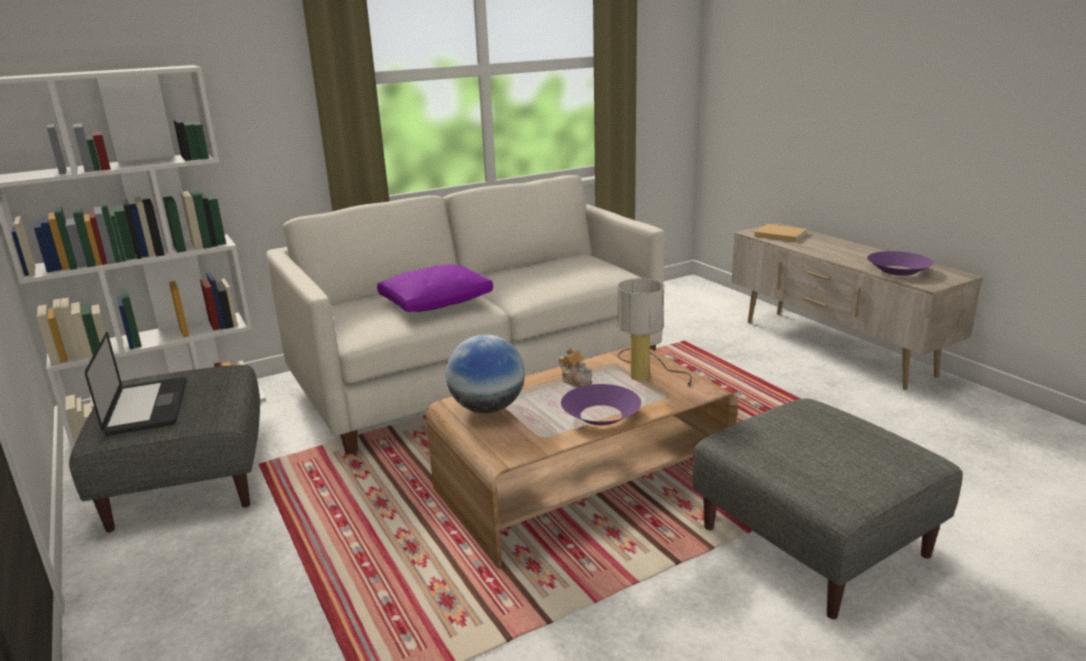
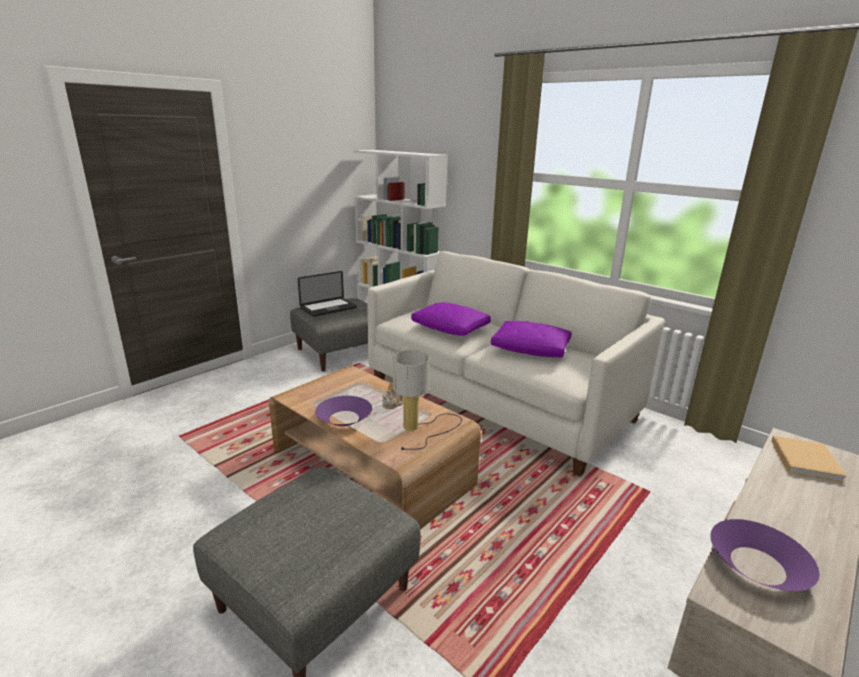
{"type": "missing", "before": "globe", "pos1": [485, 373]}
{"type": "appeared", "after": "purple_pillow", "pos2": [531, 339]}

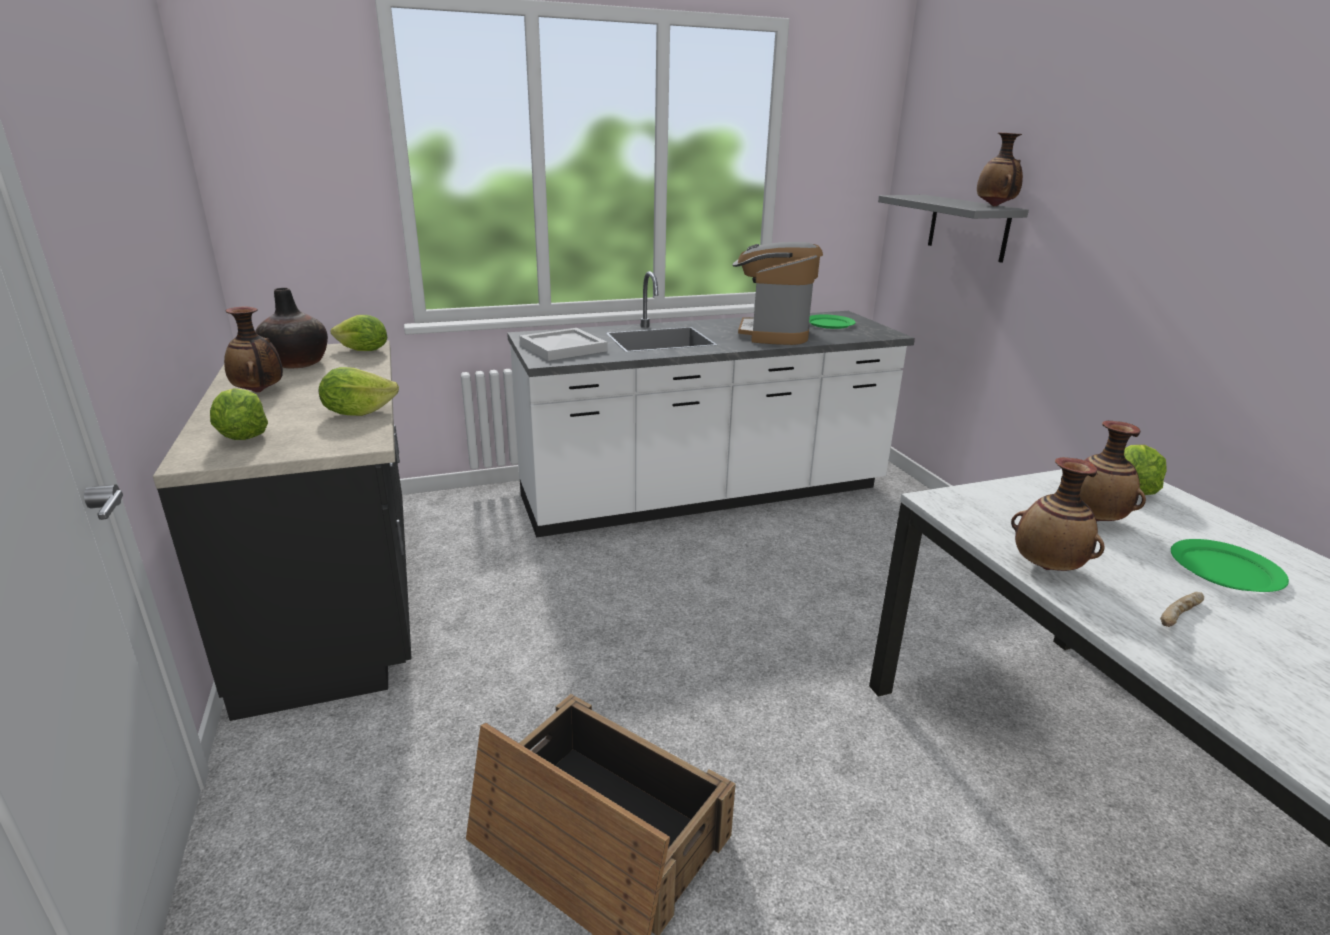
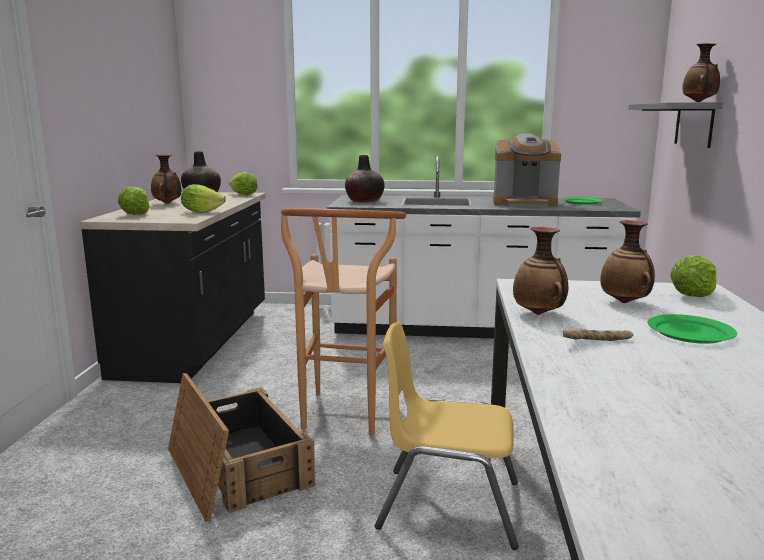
{"type": "exchanged", "before": "white_tray", "after": "vase", "pos1": [563, 344], "pos2": [364, 178]}
{"type": "spun", "before": "coffee_machine", "pos1": [778, 293], "pos2": [527, 170], "turn": -120}
{"type": "appeared", "after": "brown_stool", "pos2": [343, 322]}
{"type": "appeared", "after": "yellow_chair", "pos2": [447, 436]}

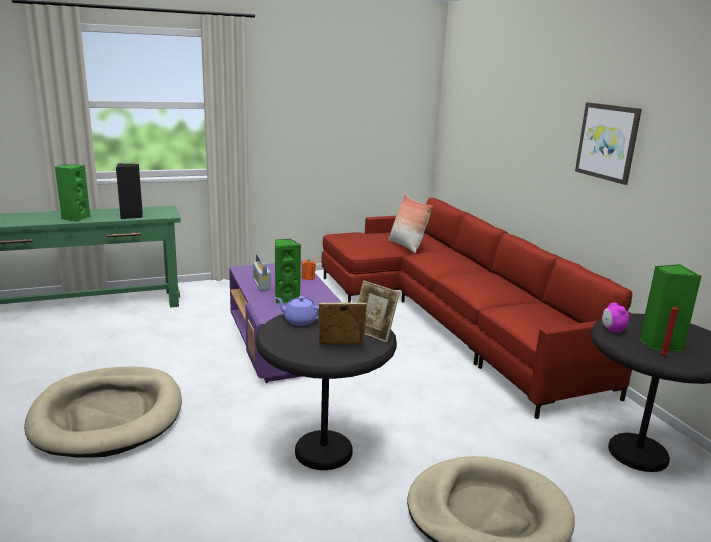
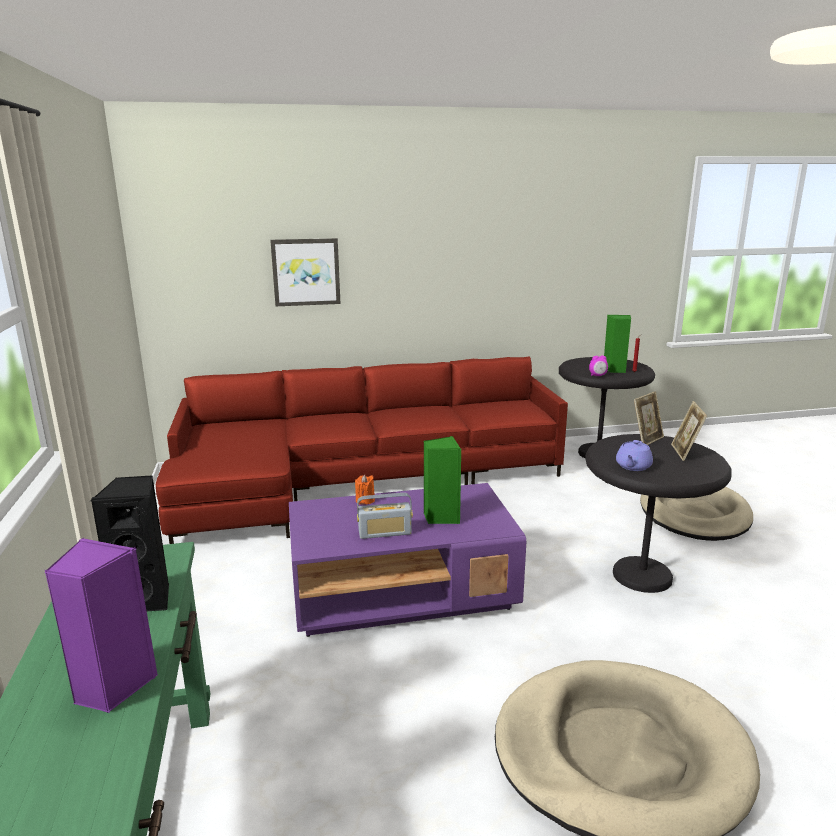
{"type": "colour", "before": "green_speaker", "after": "purple_speaker", "pos1": [72, 193], "pos2": [101, 625]}
{"type": "missing", "before": "pillow", "pos1": [410, 224]}
{"type": "relocated", "before": "picture", "pos1": [608, 143], "pos2": [305, 272]}

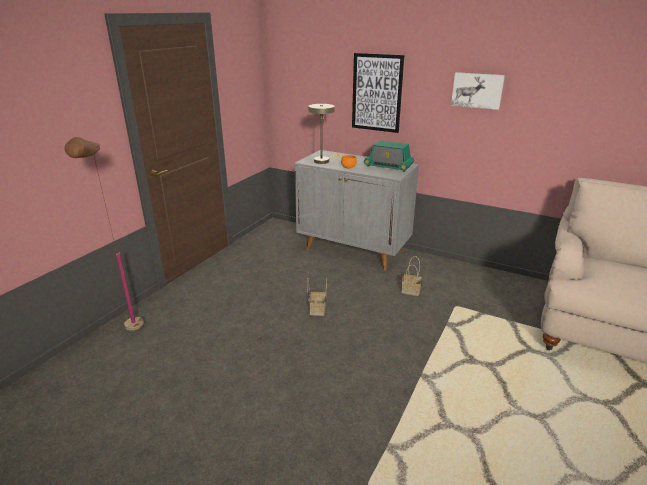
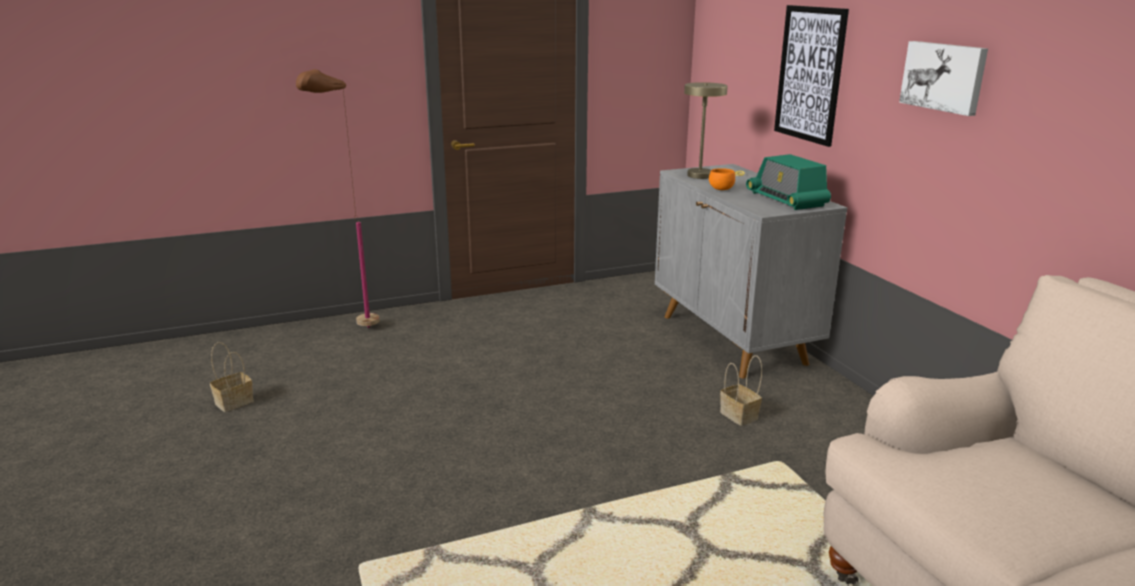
{"type": "relocated", "before": "basket", "pos1": [317, 296], "pos2": [232, 377]}

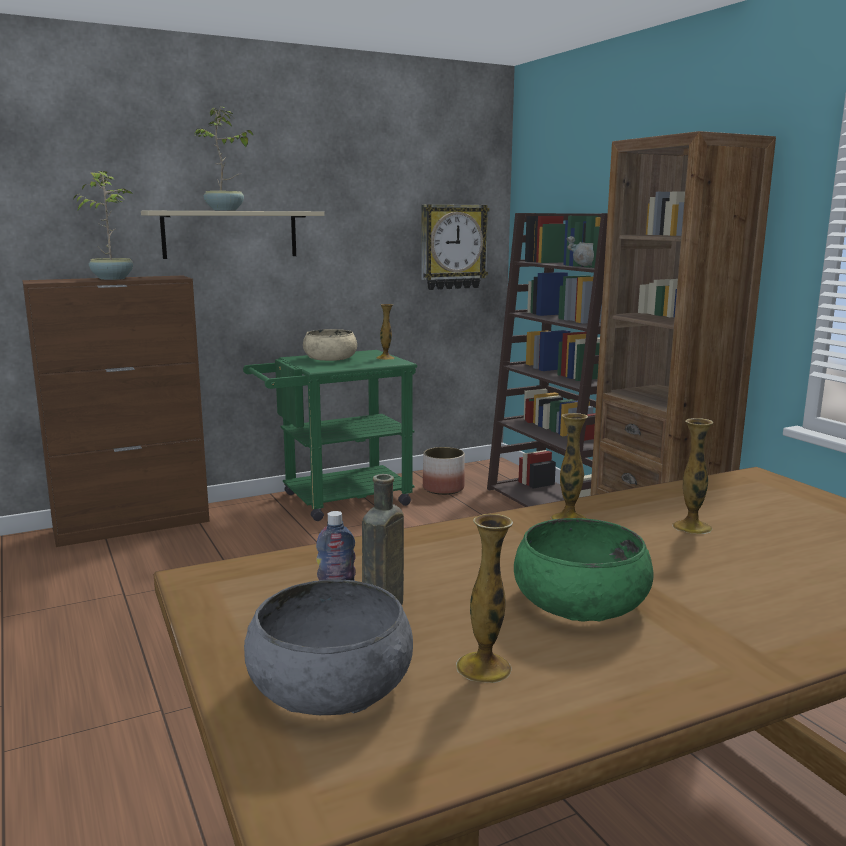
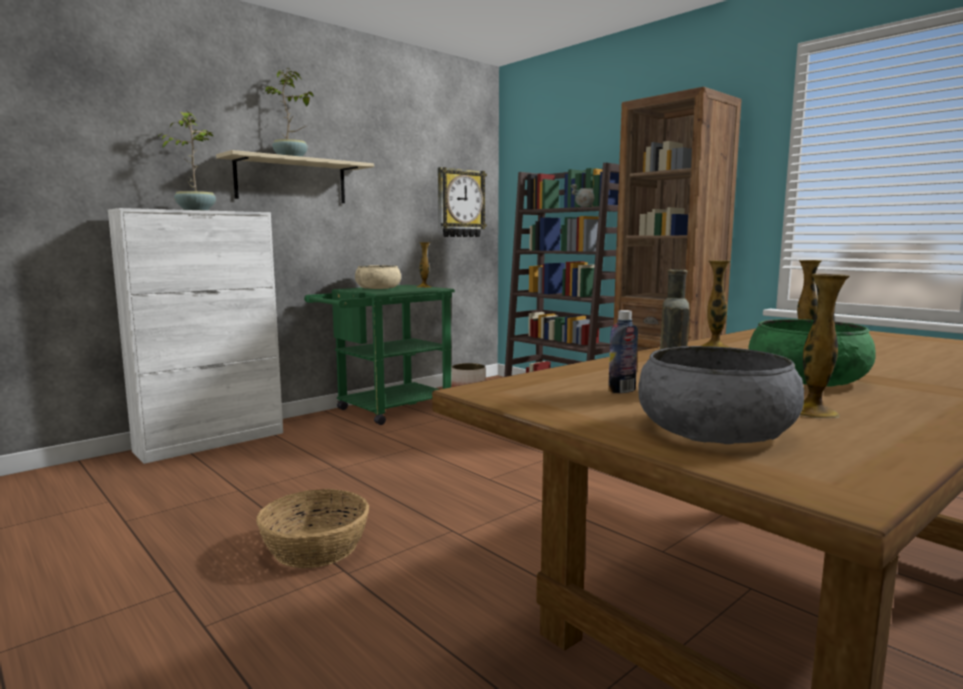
{"type": "colour", "before": "brown_cabinet", "after": "white_cabinet", "pos1": [116, 411], "pos2": [195, 336]}
{"type": "appeared", "after": "basket", "pos2": [312, 528]}

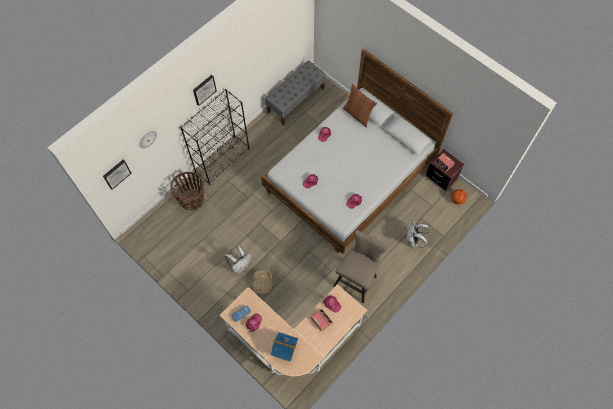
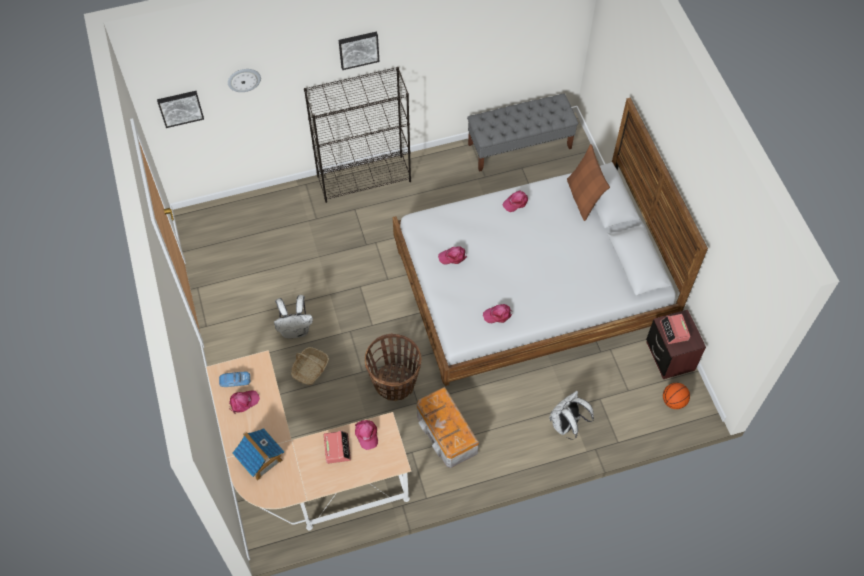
{"type": "relocated", "before": "basket", "pos1": [187, 191], "pos2": [393, 367]}
{"type": "exchanged", "before": "beige_stool", "after": "storage_box", "pos1": [361, 266], "pos2": [448, 427]}

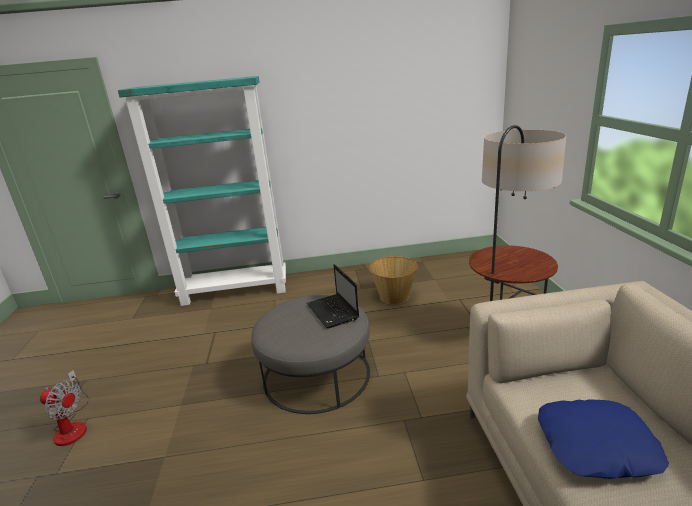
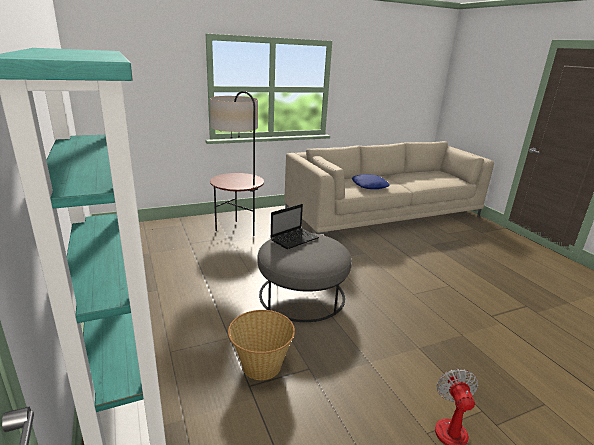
{"type": "relocated", "before": "basket", "pos1": [393, 280], "pos2": [261, 345]}

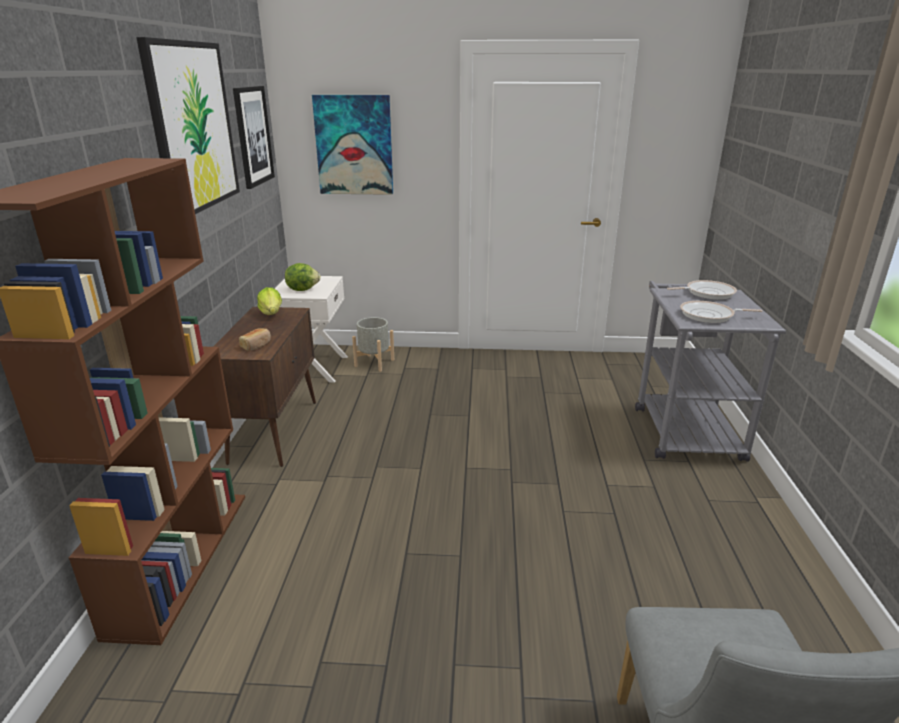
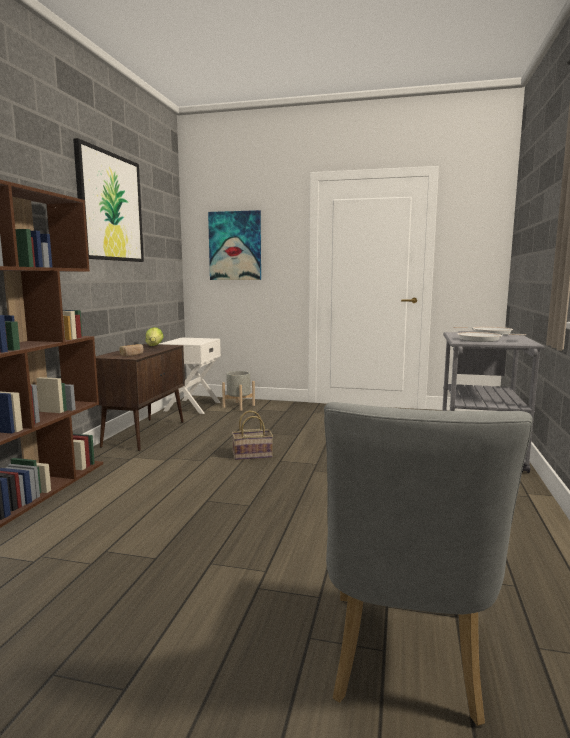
{"type": "missing", "before": "picture", "pos1": [254, 137]}
{"type": "missing", "before": "lettuce", "pos1": [303, 277]}
{"type": "appeared", "after": "basket", "pos2": [252, 435]}

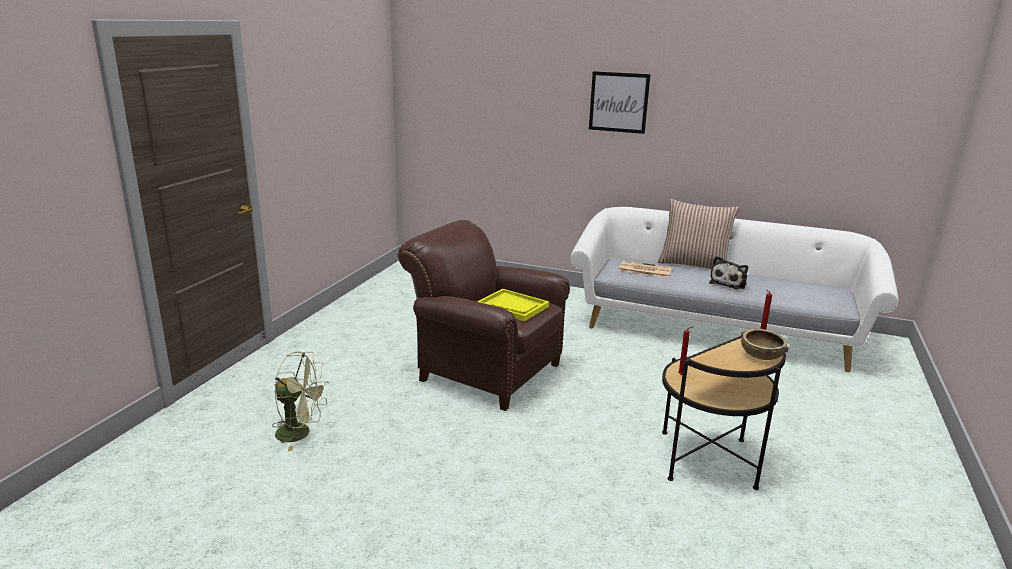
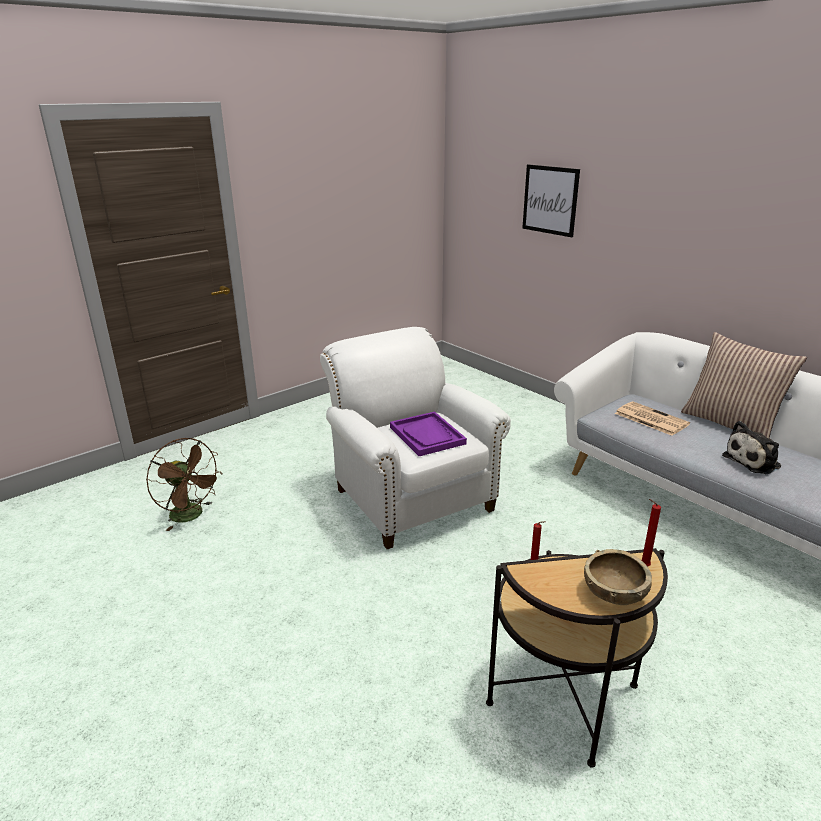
{"type": "colour", "before": "green_fan", "after": "brown_fan", "pos1": [300, 401], "pos2": [184, 484]}
{"type": "colour", "before": "brown_armchair", "after": "white_armchair", "pos1": [484, 315], "pos2": [415, 438]}
{"type": "colour", "before": "yellow_tray", "after": "purple_tray", "pos1": [513, 305], "pos2": [428, 434]}
{"type": "relocated", "before": "picture", "pos1": [620, 102], "pos2": [551, 200]}

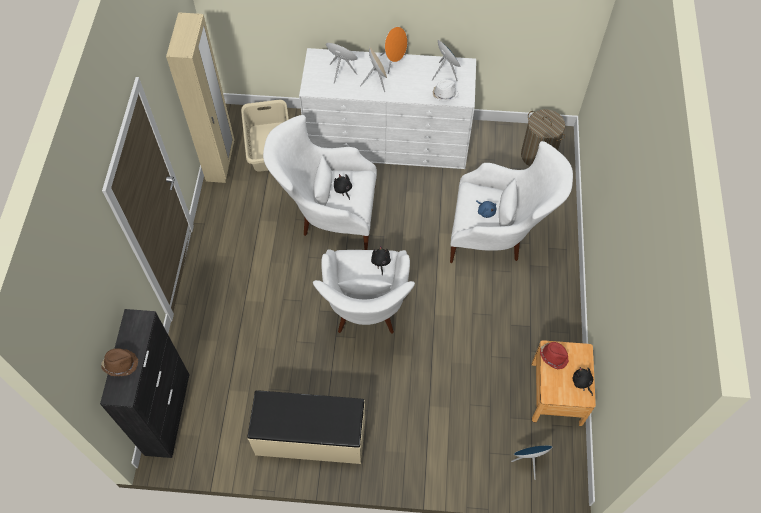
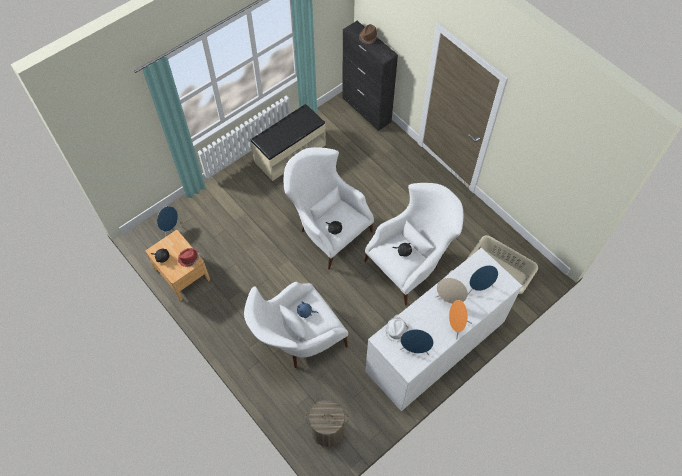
{"type": "missing", "before": "beige_wardrobe", "pos1": [200, 97]}

